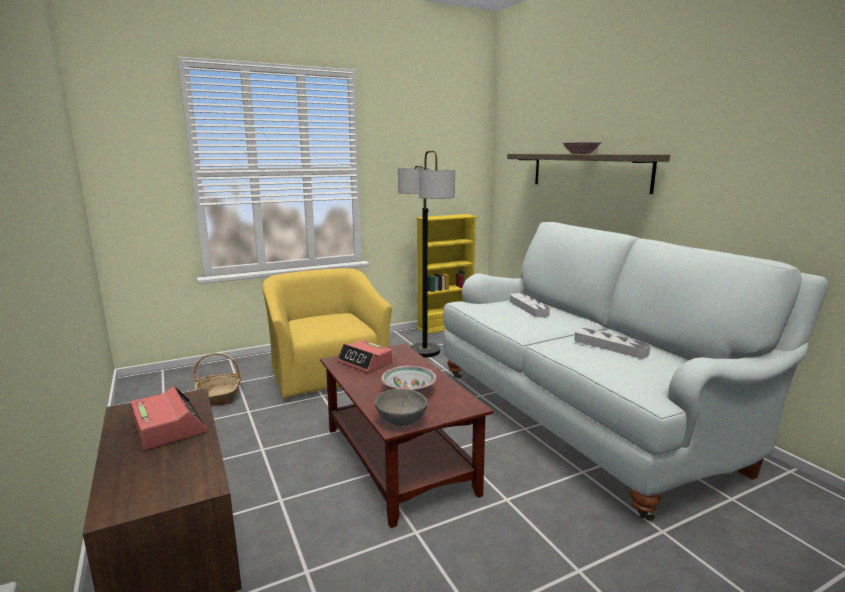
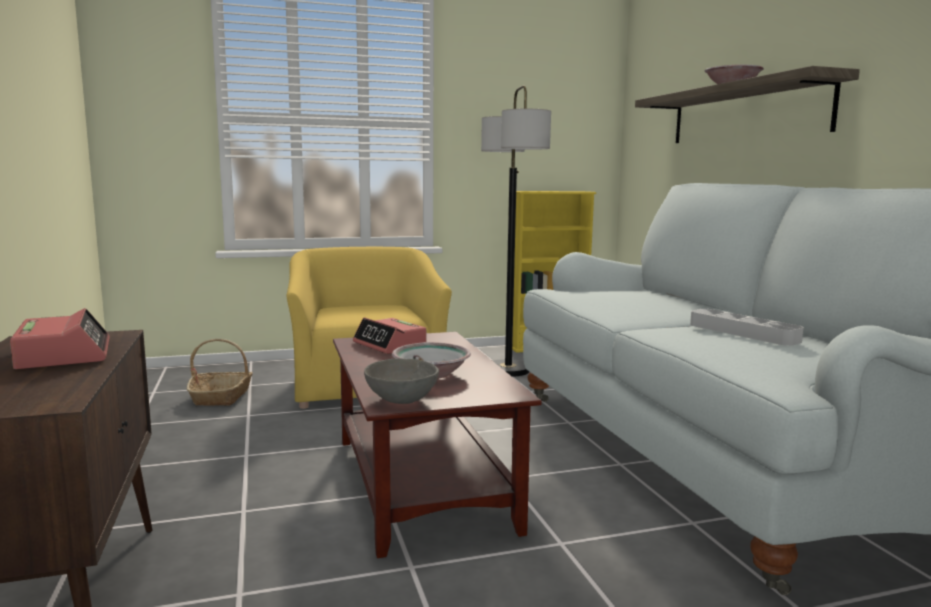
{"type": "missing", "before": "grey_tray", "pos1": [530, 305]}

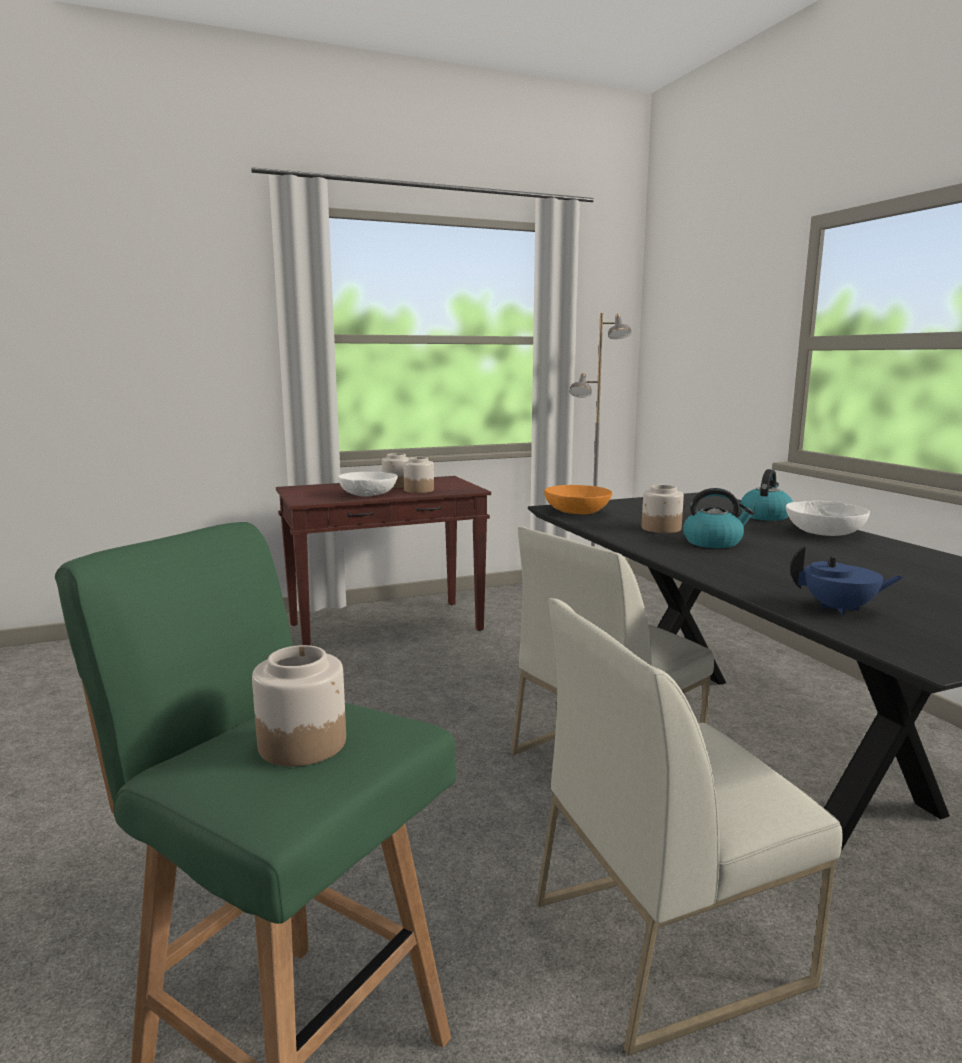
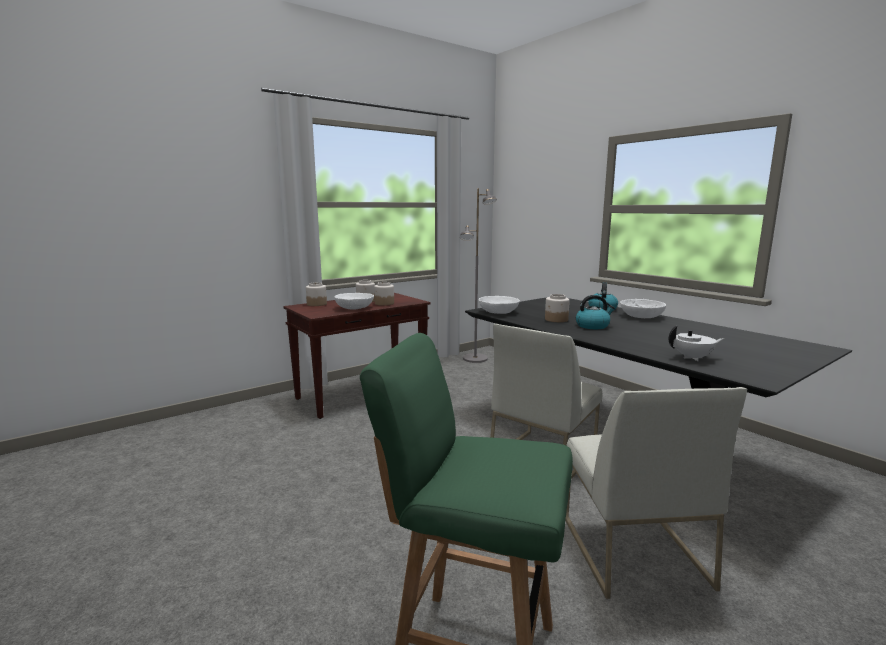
{"type": "relocated", "before": "jar", "pos1": [299, 705], "pos2": [316, 294]}
{"type": "spun", "before": "white_chair", "pos1": [689, 827], "pos2": [656, 493], "turn": -60}
{"type": "colour", "before": "orange_bowl", "after": "white_bowl", "pos1": [578, 499], "pos2": [499, 305]}
{"type": "colour", "before": "blue_teapot", "after": "white_teapot", "pos1": [847, 580], "pos2": [696, 343]}

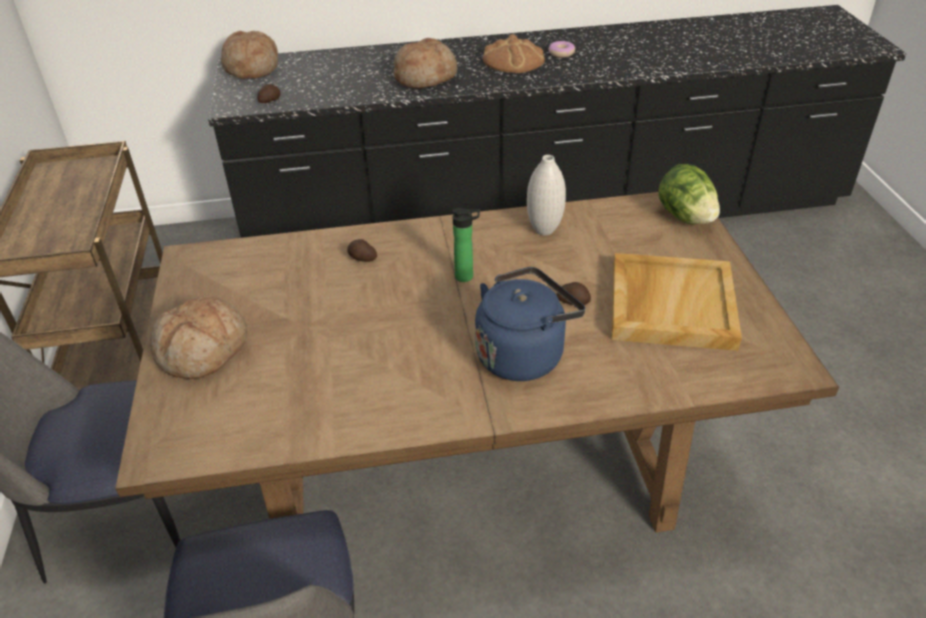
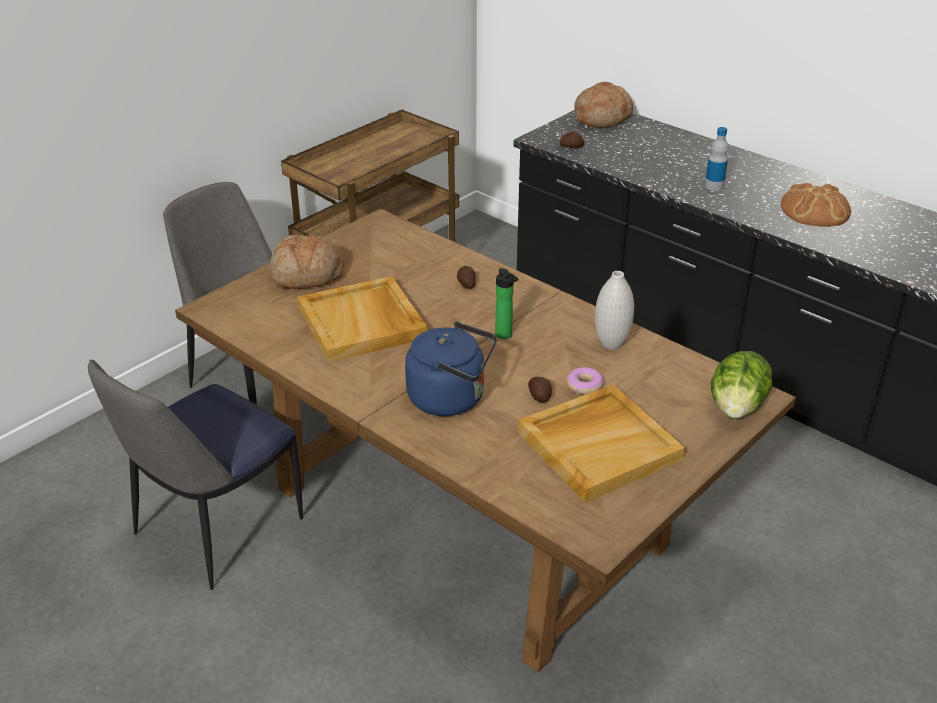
{"type": "exchanged", "before": "bread", "after": "bottle", "pos1": [425, 63], "pos2": [717, 159]}
{"type": "relocated", "before": "donut", "pos1": [562, 49], "pos2": [585, 380]}
{"type": "appeared", "after": "beige_tray", "pos2": [363, 319]}

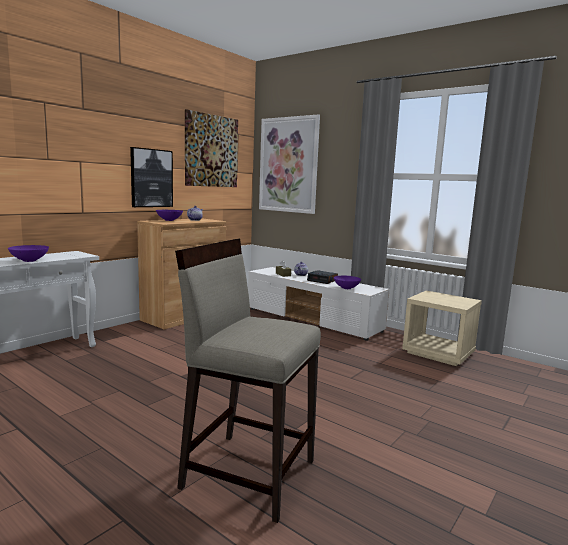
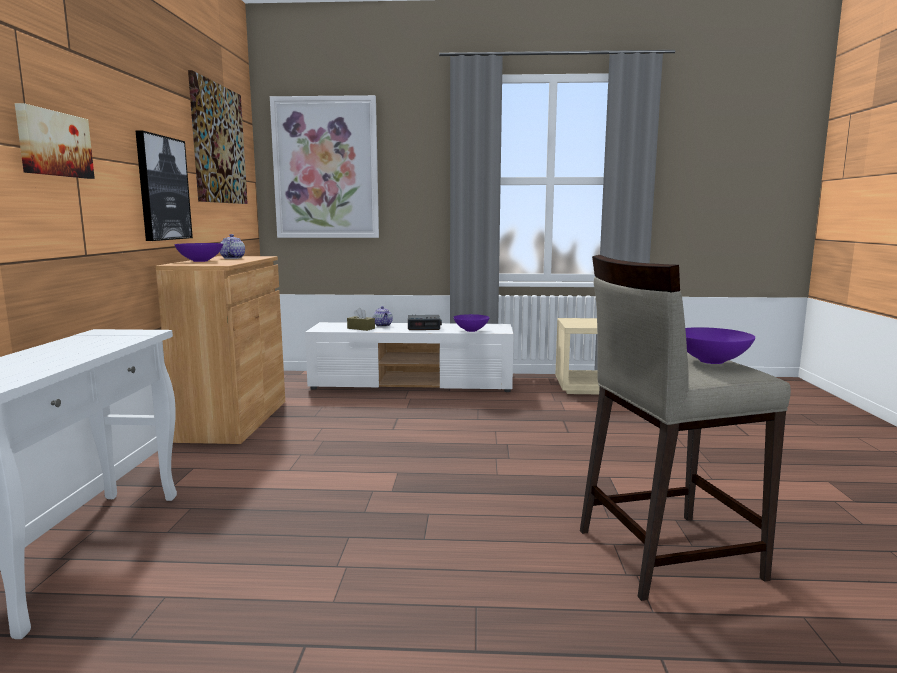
{"type": "relocated", "before": "purple_bowl", "pos1": [28, 253], "pos2": [720, 345]}
{"type": "appeared", "after": "picture", "pos2": [55, 141]}

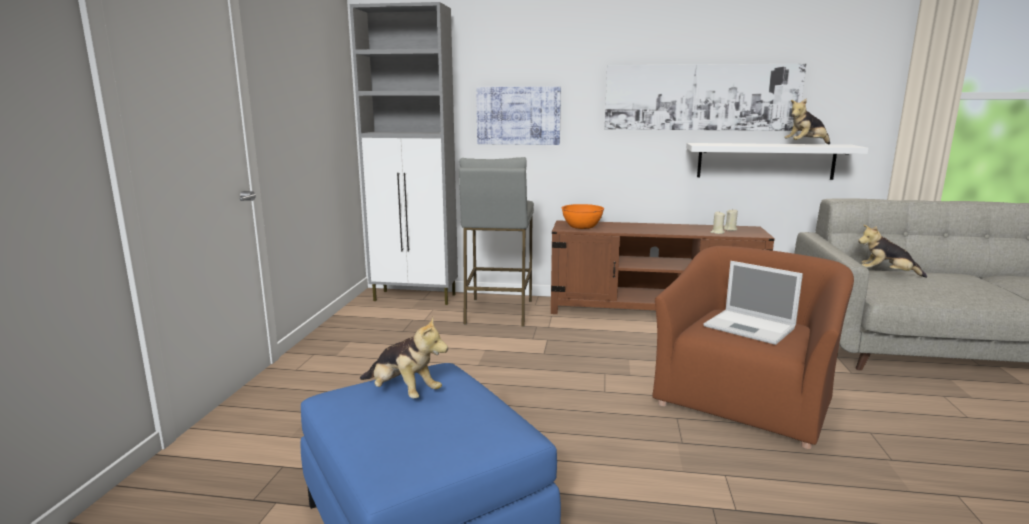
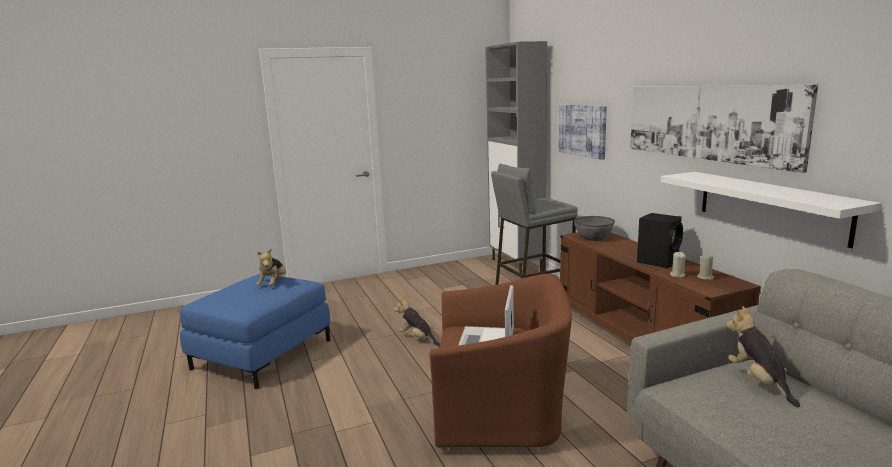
{"type": "colour", "before": "orange_bowl", "after": "grey_bowl", "pos1": [583, 216], "pos2": [594, 228]}
{"type": "relocated", "before": "plush_toy", "pos1": [807, 121], "pos2": [417, 321]}
{"type": "appeared", "after": "black_speaker", "pos2": [660, 240]}

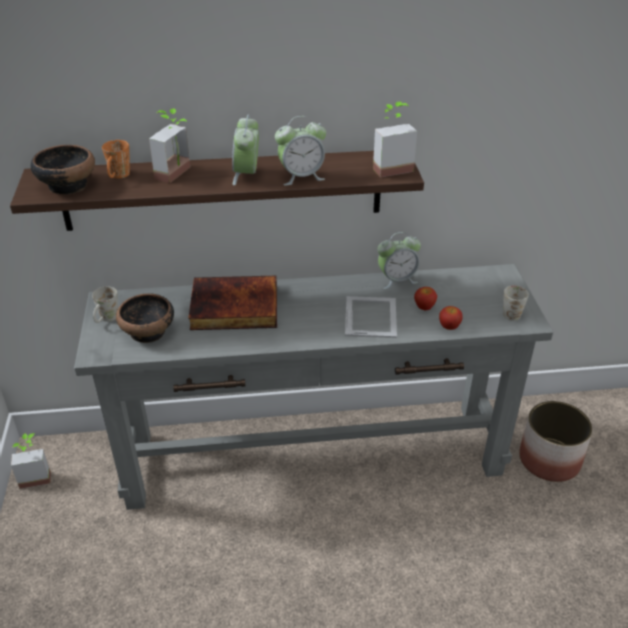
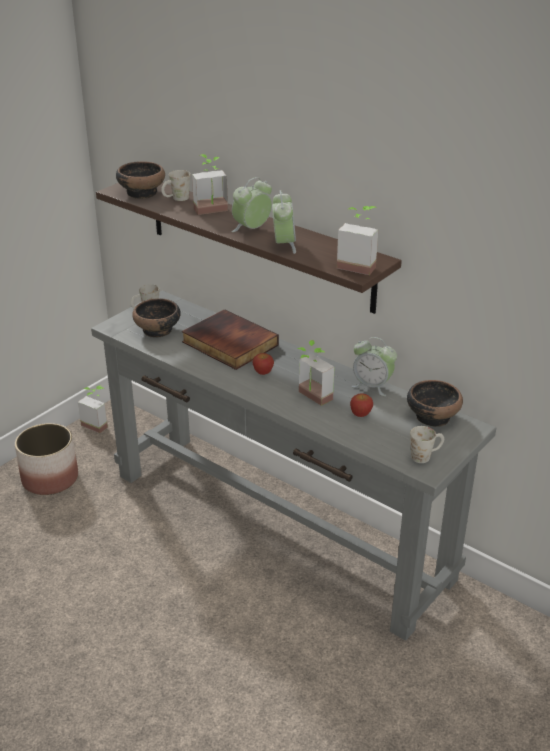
{"type": "colour", "before": "orange_mug", "after": "white_mug", "pos1": [116, 159], "pos2": [176, 185]}
{"type": "spun", "before": "alarm_clock", "pos1": [300, 151], "pos2": [284, 222], "turn": -120}
{"type": "exchanged", "before": "picture_frame", "after": "potted_plant", "pos1": [371, 317], "pos2": [316, 373]}
{"type": "relocated", "before": "apple", "pos1": [450, 318], "pos2": [263, 364]}
{"type": "relocated", "before": "planter", "pos1": [556, 441], "pos2": [46, 459]}
{"type": "appeared", "after": "bowl", "pos2": [435, 403]}

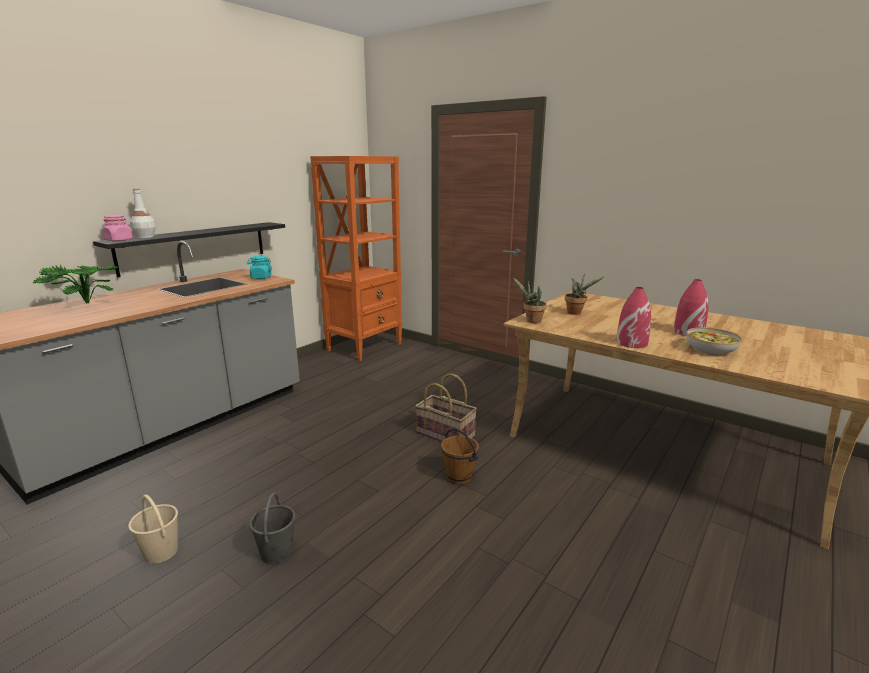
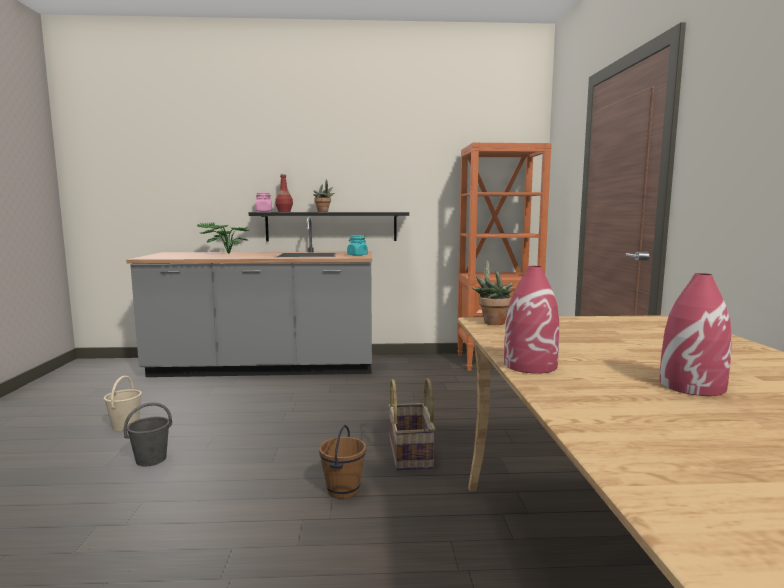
{"type": "colour", "before": "white_bottle", "after": "red_bottle", "pos1": [143, 213], "pos2": [284, 193]}
{"type": "relocated", "before": "potted_plant", "pos1": [584, 294], "pos2": [324, 196]}
{"type": "missing", "before": "bowl", "pos1": [714, 341]}

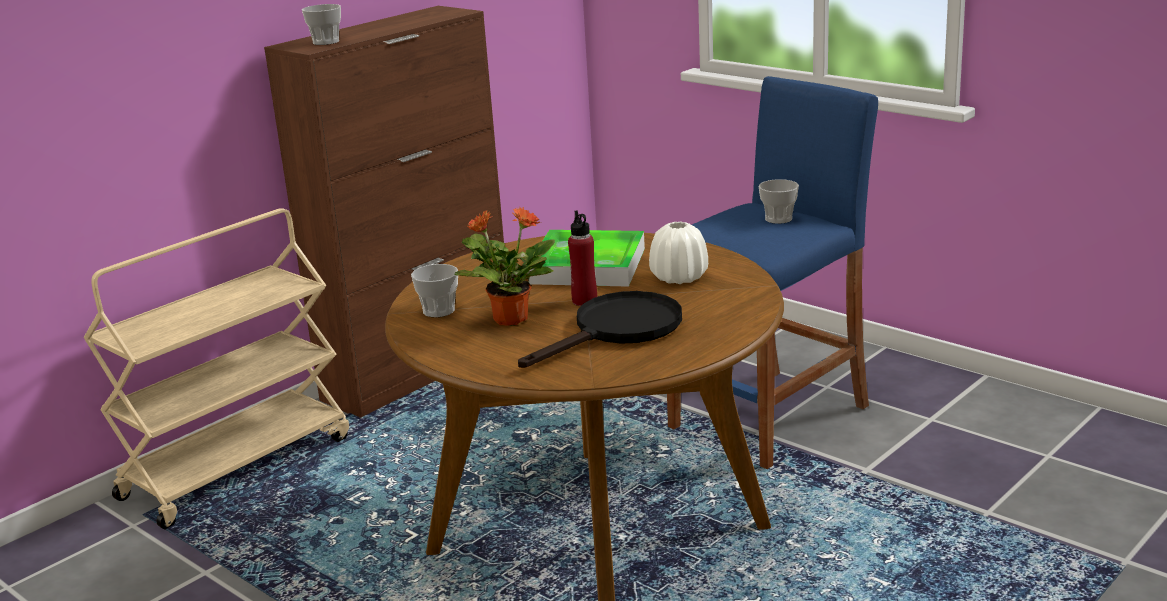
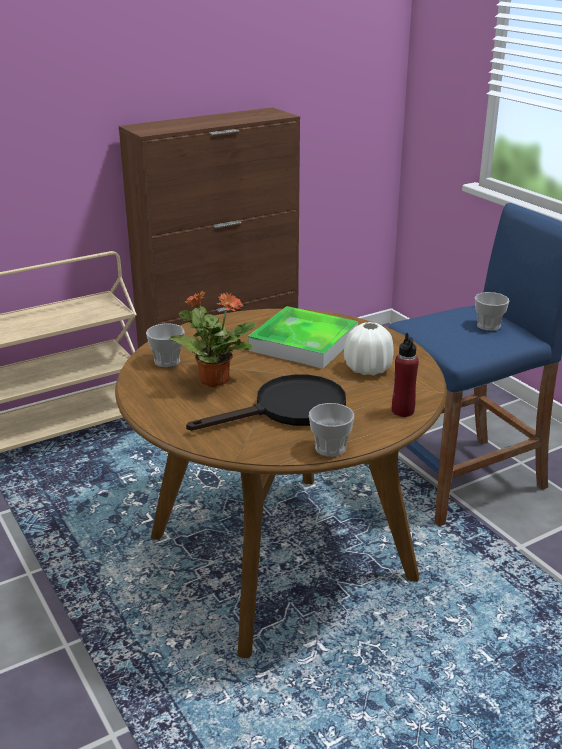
{"type": "relocated", "before": "cup", "pos1": [321, 24], "pos2": [331, 430]}
{"type": "relocated", "before": "red_bottle", "pos1": [582, 258], "pos2": [405, 375]}

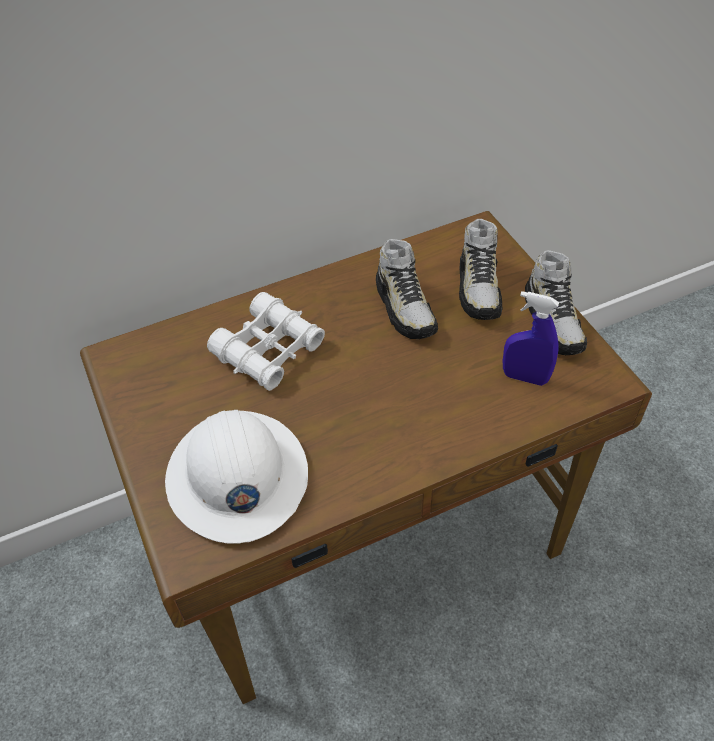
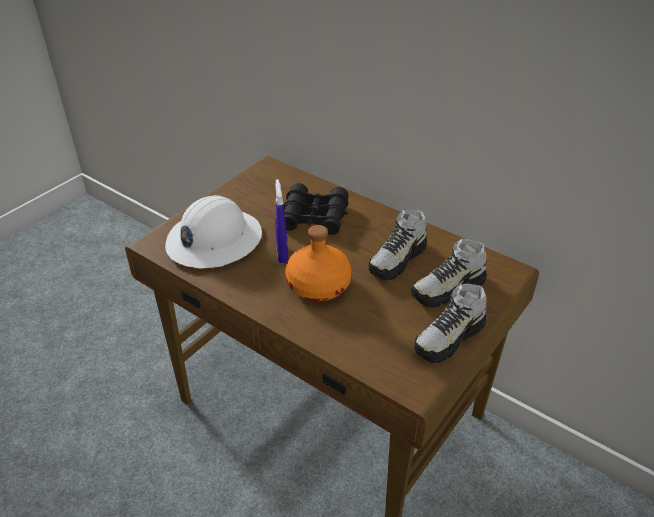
{"type": "colour", "before": "white_binoculars", "after": "black_binoculars", "pos1": [266, 341], "pos2": [316, 209]}
{"type": "relocated", "before": "blue_spray_bottle", "pos1": [531, 338], "pos2": [281, 221]}
{"type": "appeared", "after": "orange_bottle", "pos2": [318, 263]}

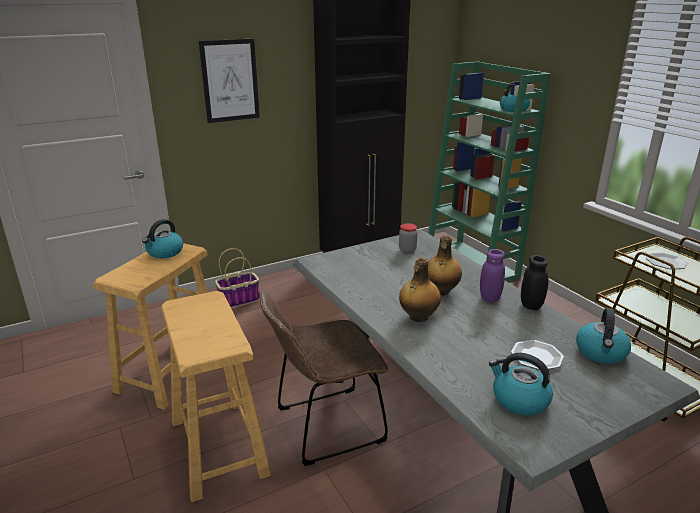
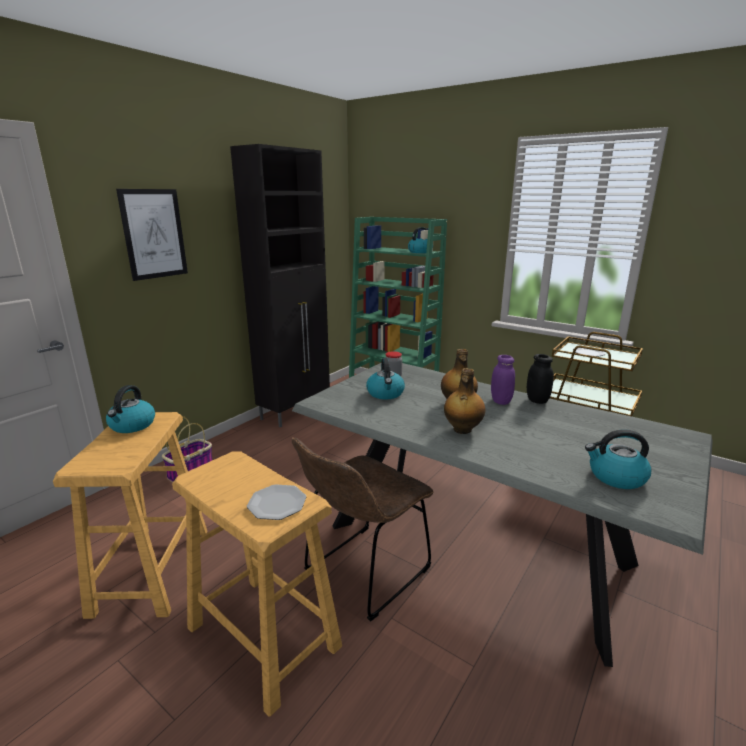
{"type": "relocated", "before": "plate", "pos1": [537, 355], "pos2": [276, 502]}
{"type": "relocated", "before": "kettle", "pos1": [603, 336], "pos2": [385, 378]}

